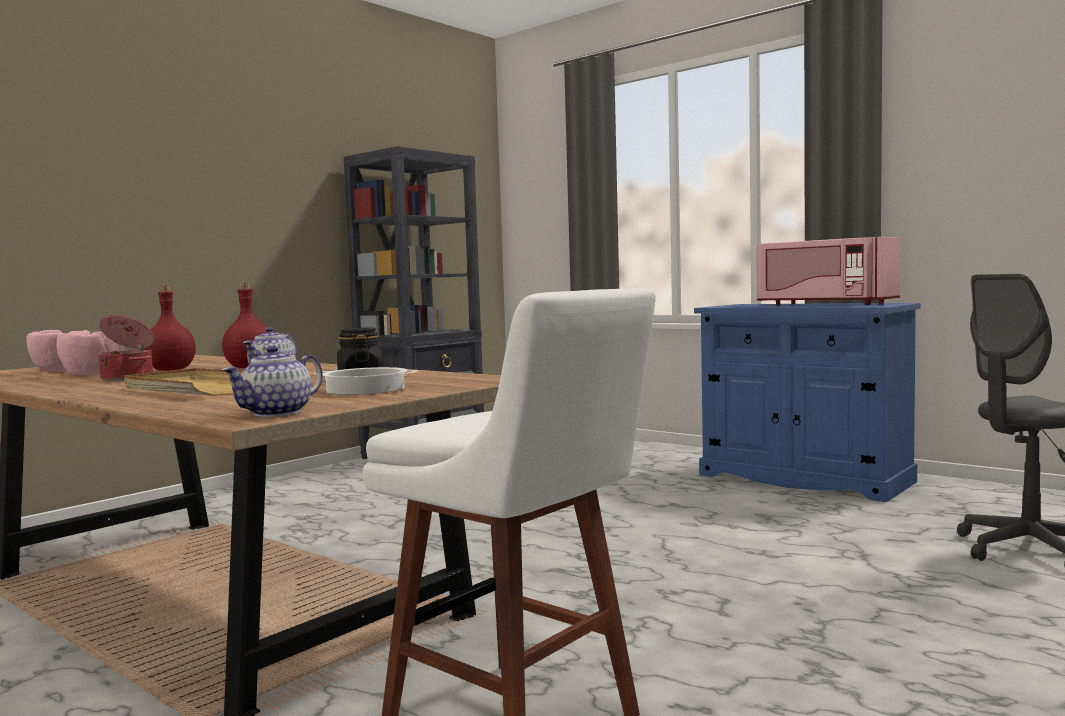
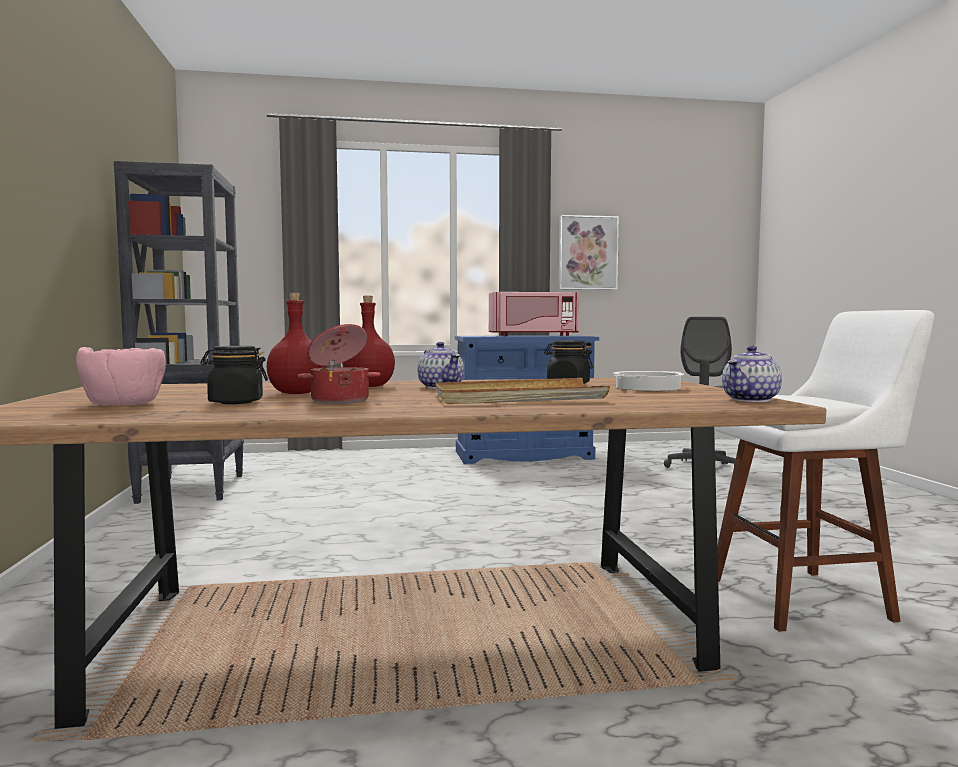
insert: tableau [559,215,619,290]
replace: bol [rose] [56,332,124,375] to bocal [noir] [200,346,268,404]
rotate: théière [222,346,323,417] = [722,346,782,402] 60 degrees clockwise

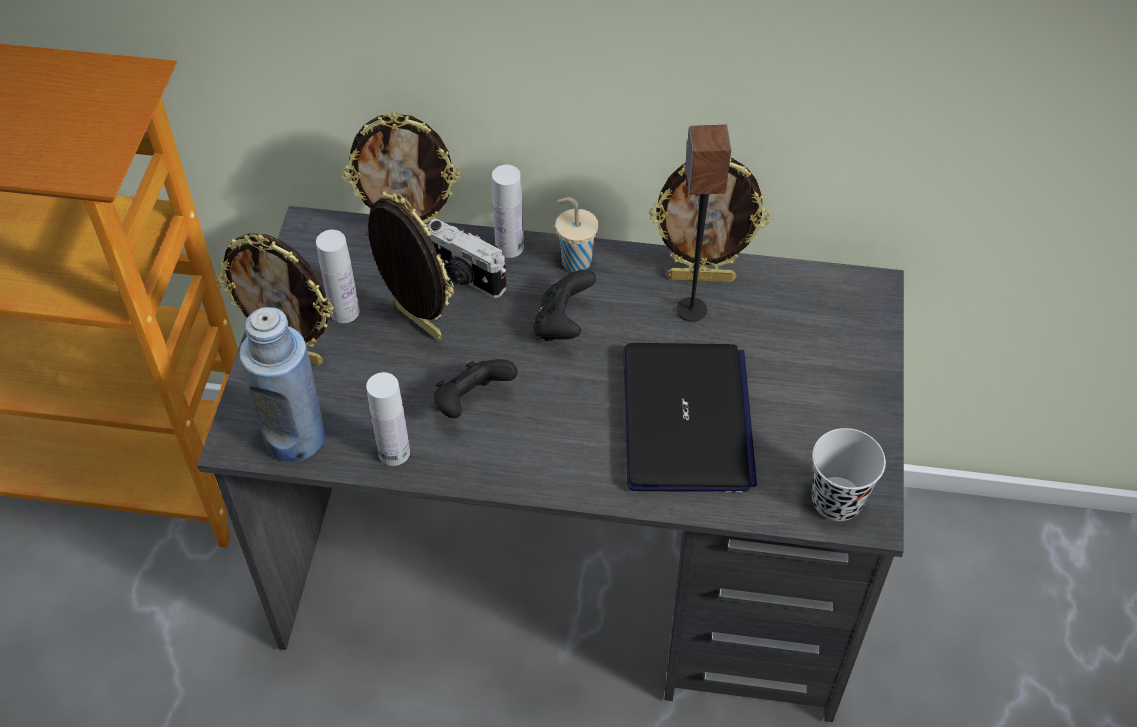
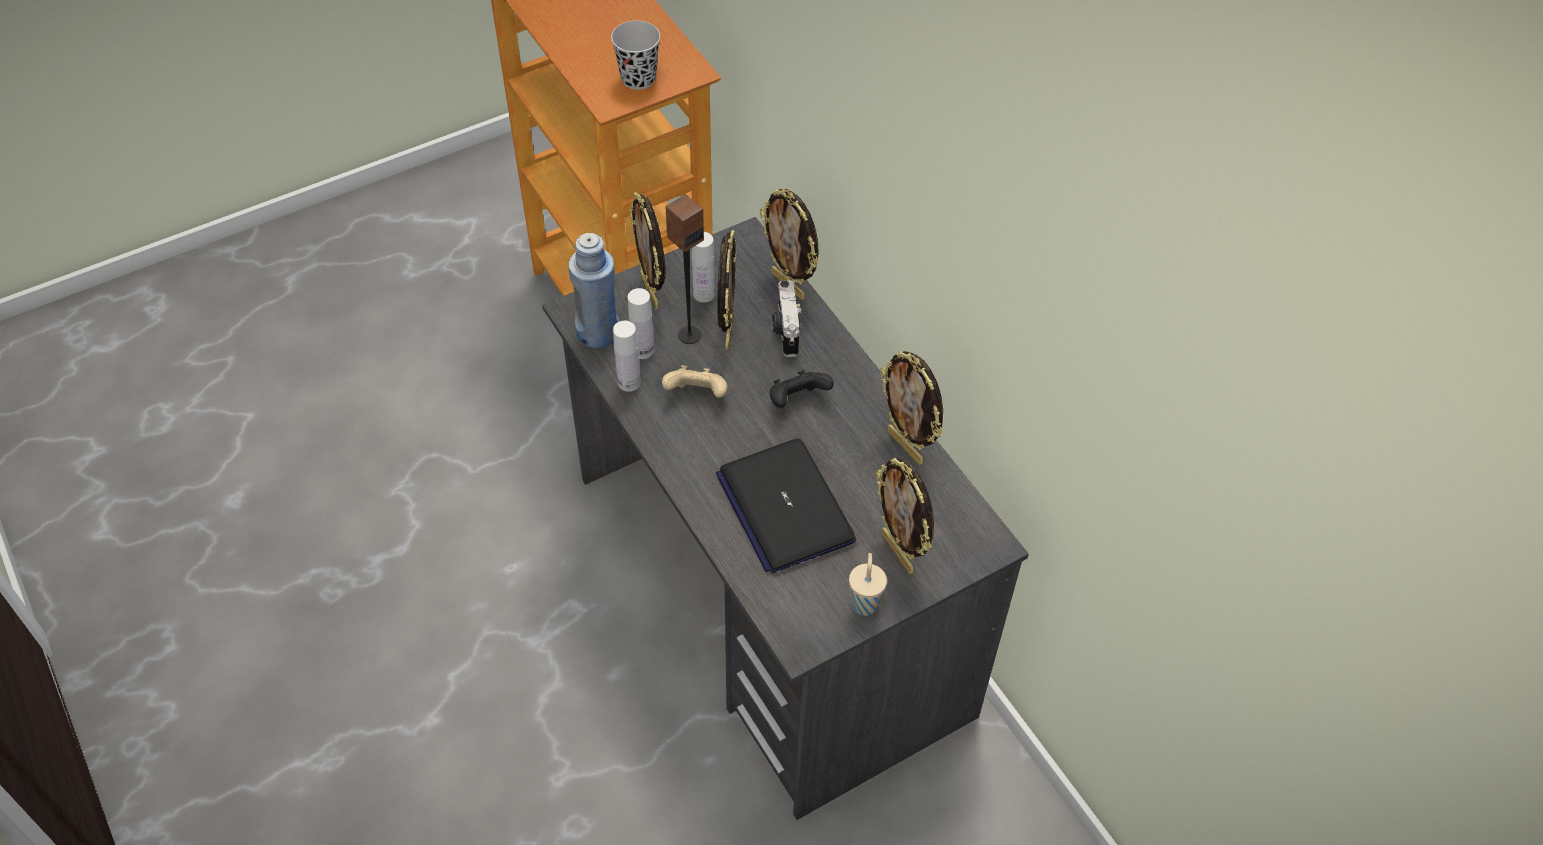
insert: cadre photo [876,457,934,574]
move: tasse [noir] [812,428,886,521] to [611,21,660,90]; bouteille [blanc] [492,165,524,258] to [628,288,654,359]; enceinte [677,125,731,322] to [665,194,704,344]; tasse [beige] [555,197,598,272] to [849,553,887,616]
recolor: manette [noir] [434,359,518,418] to manette [beige] [662,365,727,398]
rotate: ordinateur portable [623,343,757,492] = [716,438,856,573] 105 degrees clockwise

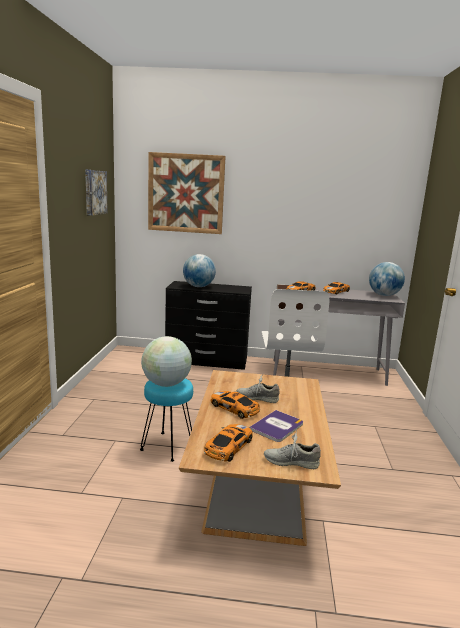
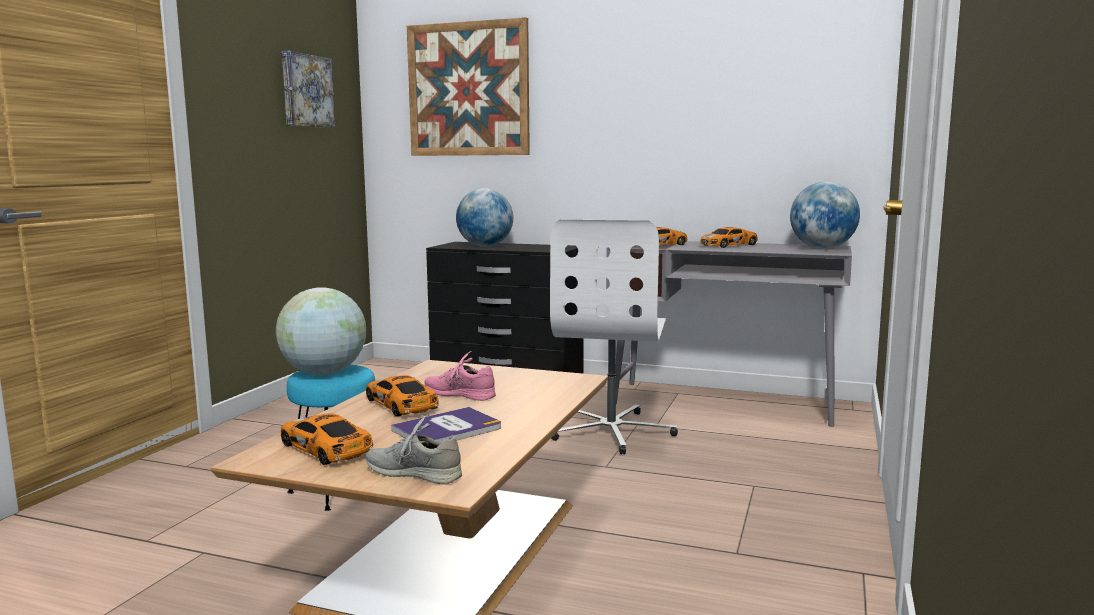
recolor: chaussure [gris] [236,374,279,403] to chaussure [rose] [425,351,496,401]
rotate: petite voiture [204,424,253,462] = [281,413,373,465] 90 degrees counterclockwise

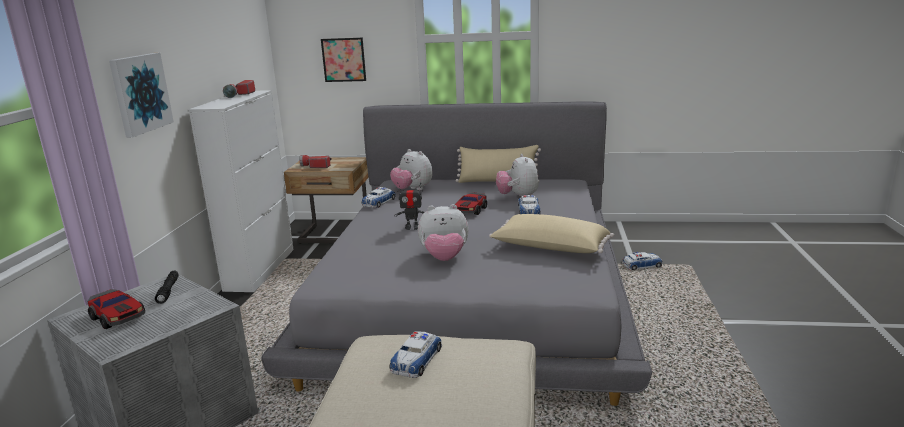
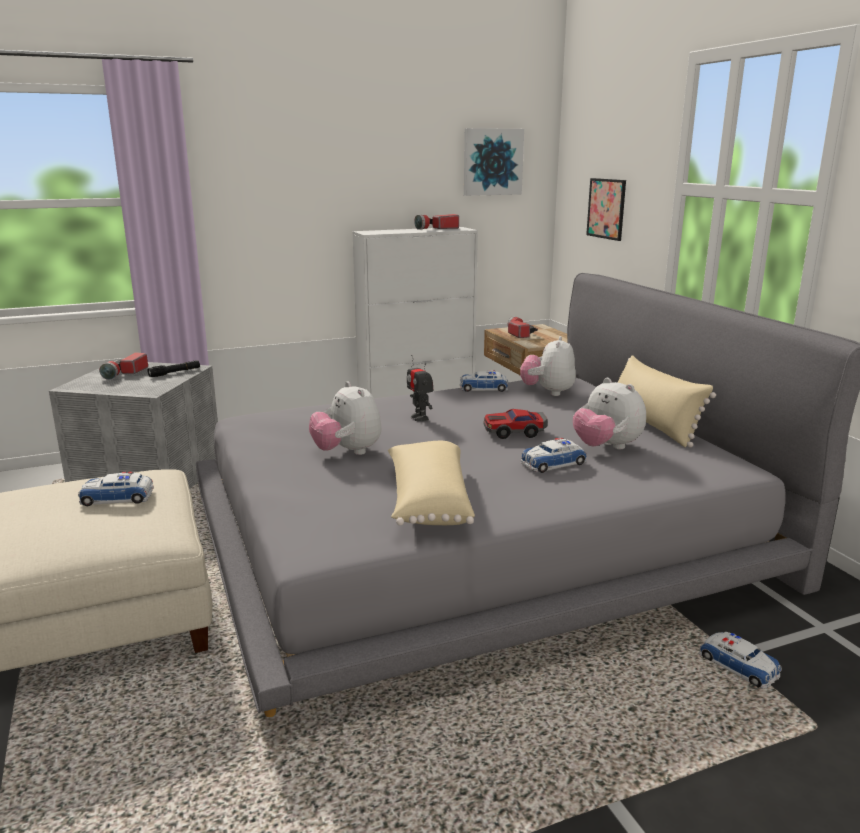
move: tableau [109,53,174,138] to [464,128,524,196]
replace: petite voiture [87,289,145,329] to lampe de poche [99,352,148,380]
rotate: peluche [496,154,539,196] = [573,378,646,449] 90 degrees counterclockwise

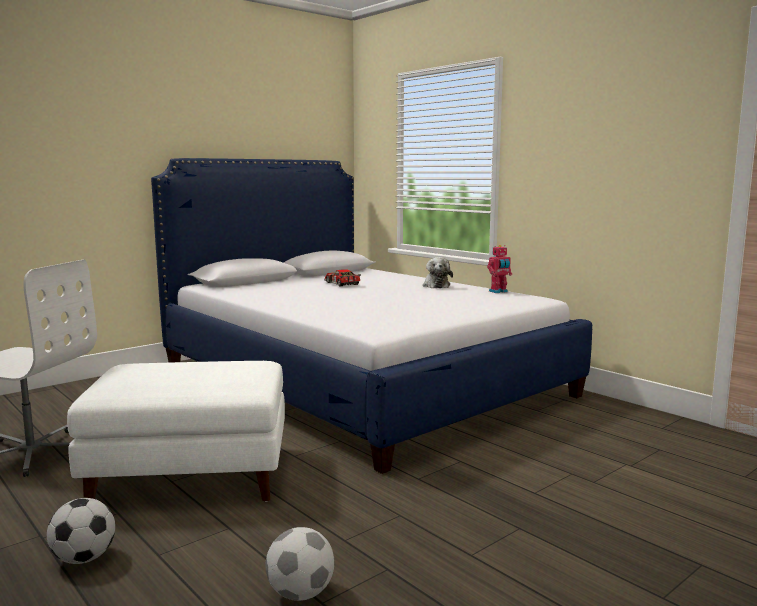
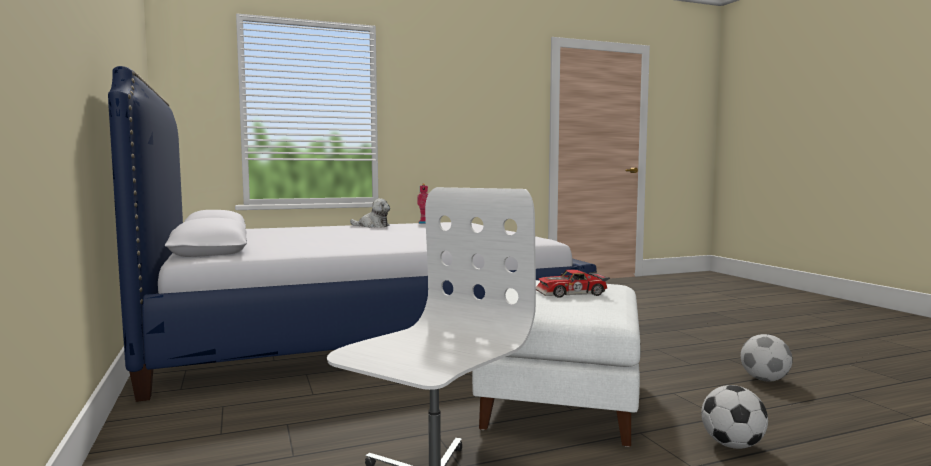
move: petite voiture [324,269,361,286] to [536,270,610,298]

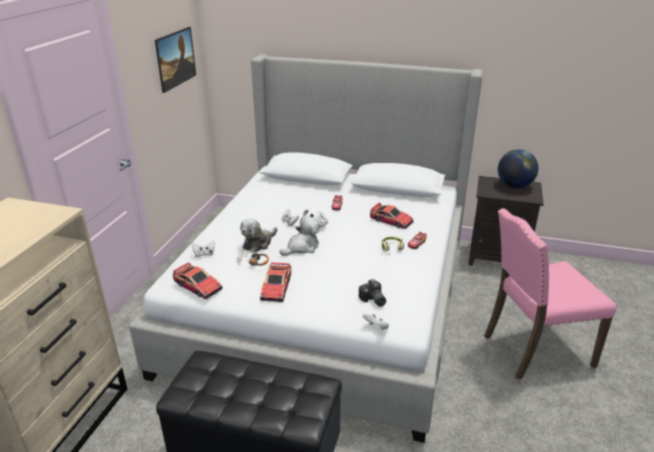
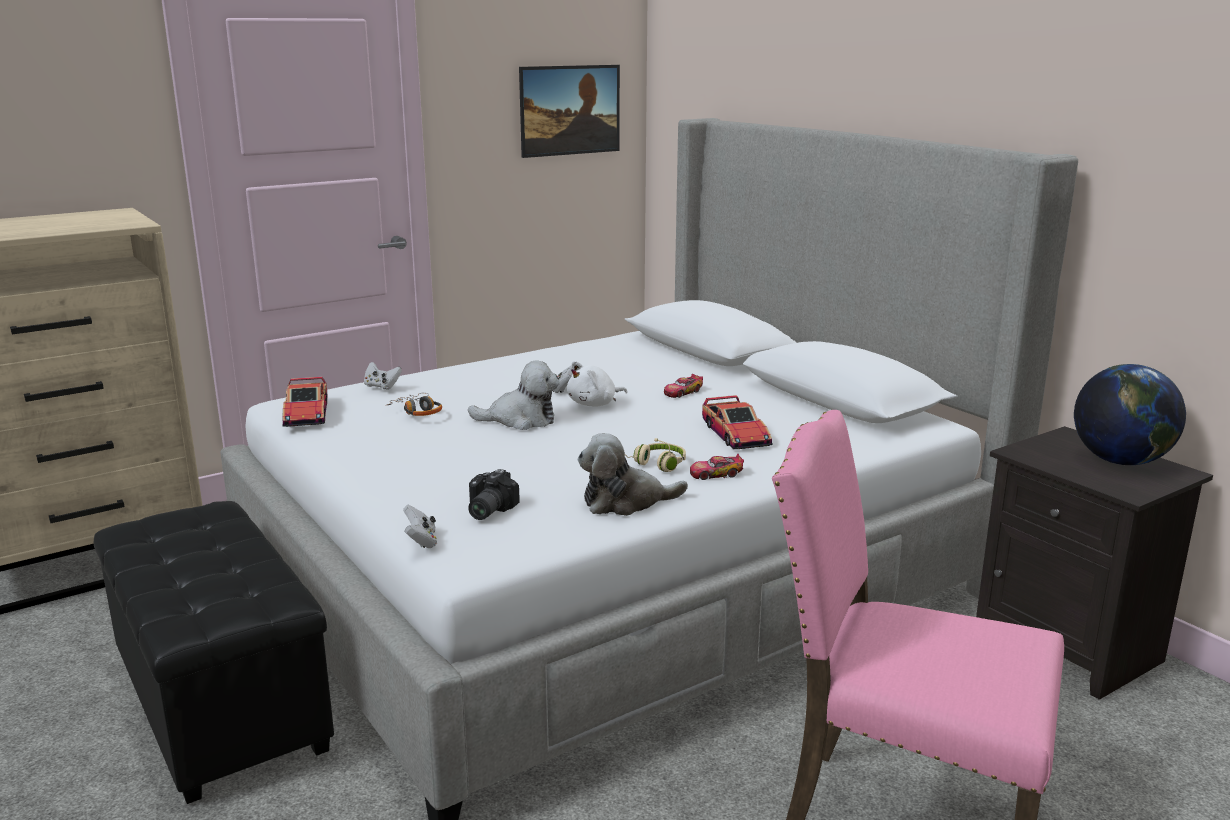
delete: petite voiture [260,262,291,302]
move: peluche [240,219,277,252] to [577,433,688,516]

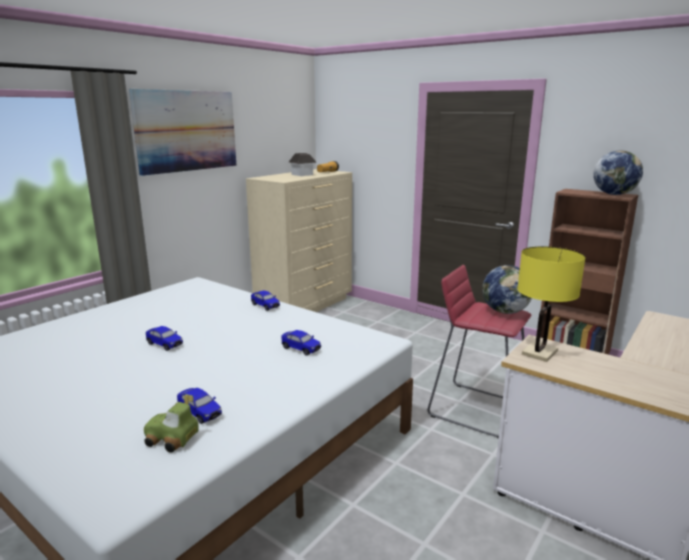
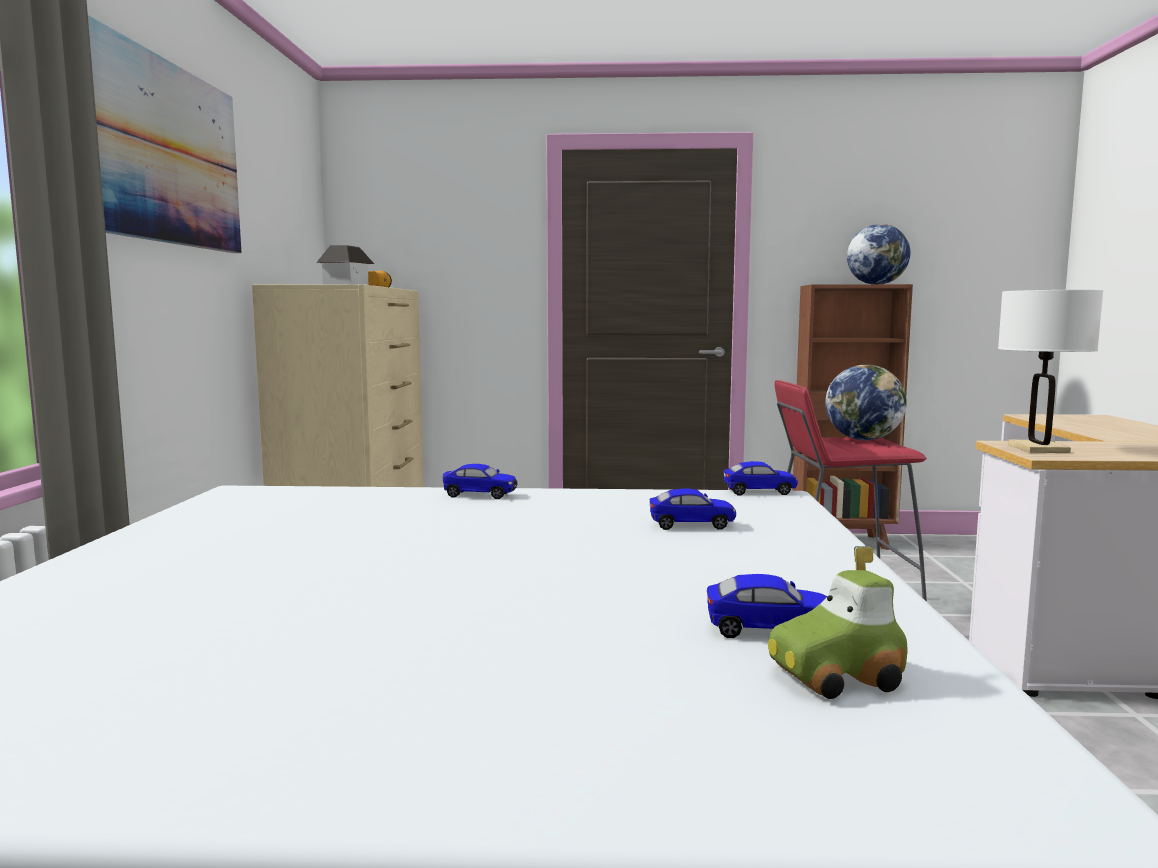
move: petite voiture [146,326,183,351] to [724,461,798,495]
recolor: lampe de table [jaune] [517,246,586,362] to lampe de table [blanc] [998,290,1103,453]

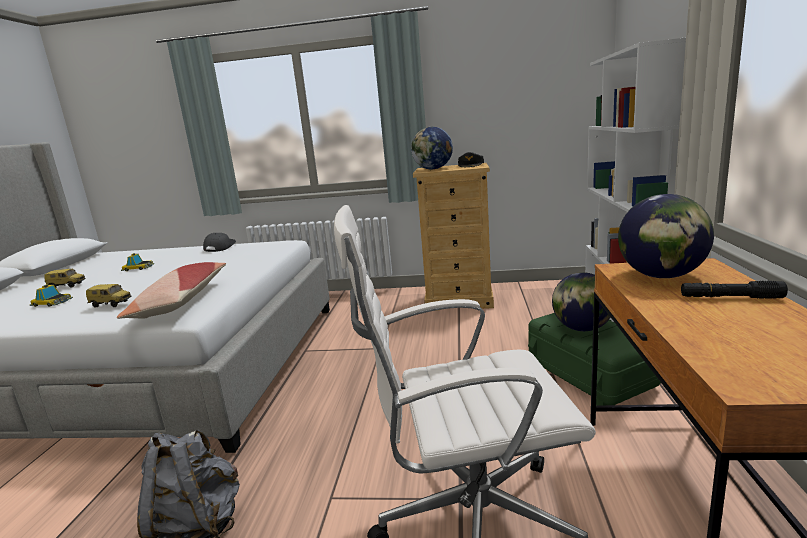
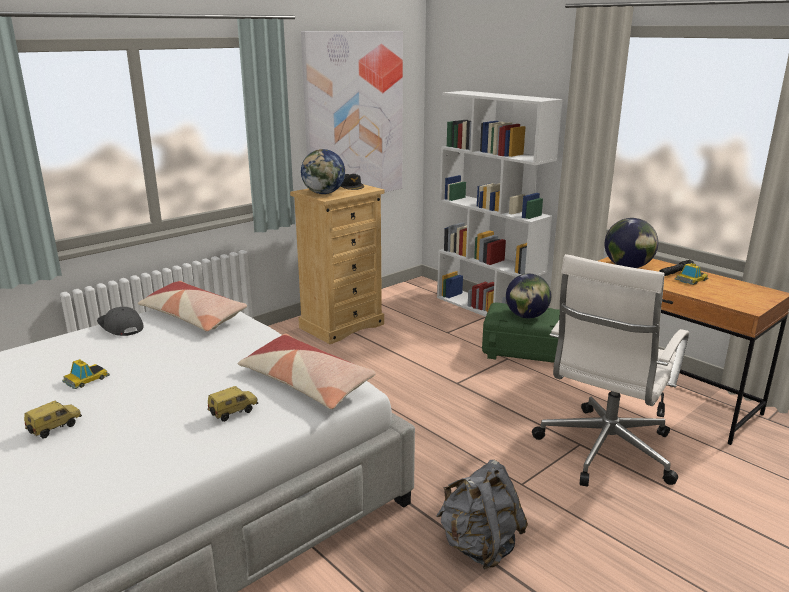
insert: coussin [138,281,247,332]; tableau [301,31,403,192]
move: petite voiture [30,284,73,307] to [674,263,709,285]

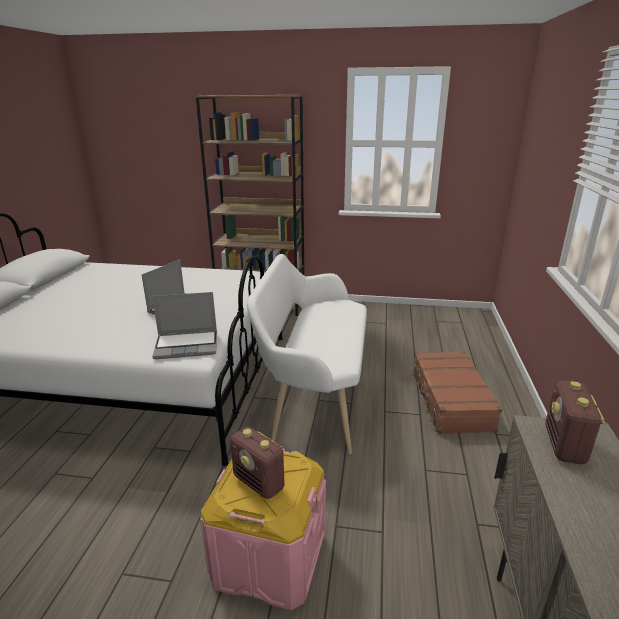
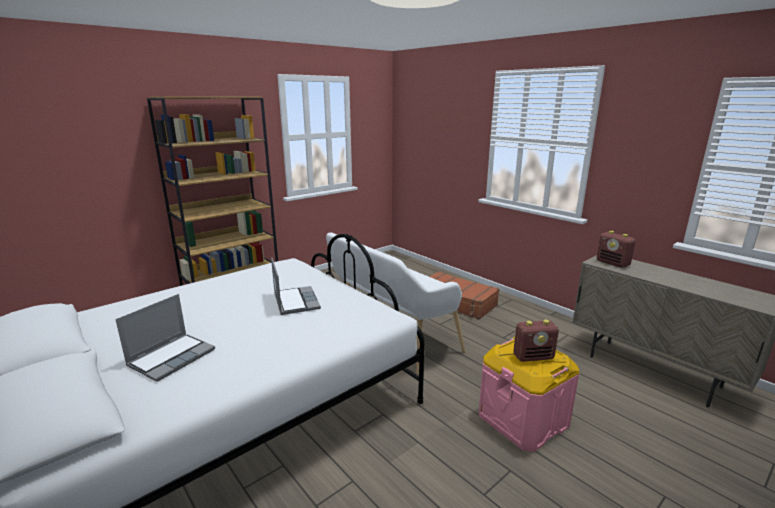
move: ordinateur portable [152,292,217,359] to [115,294,215,382]

